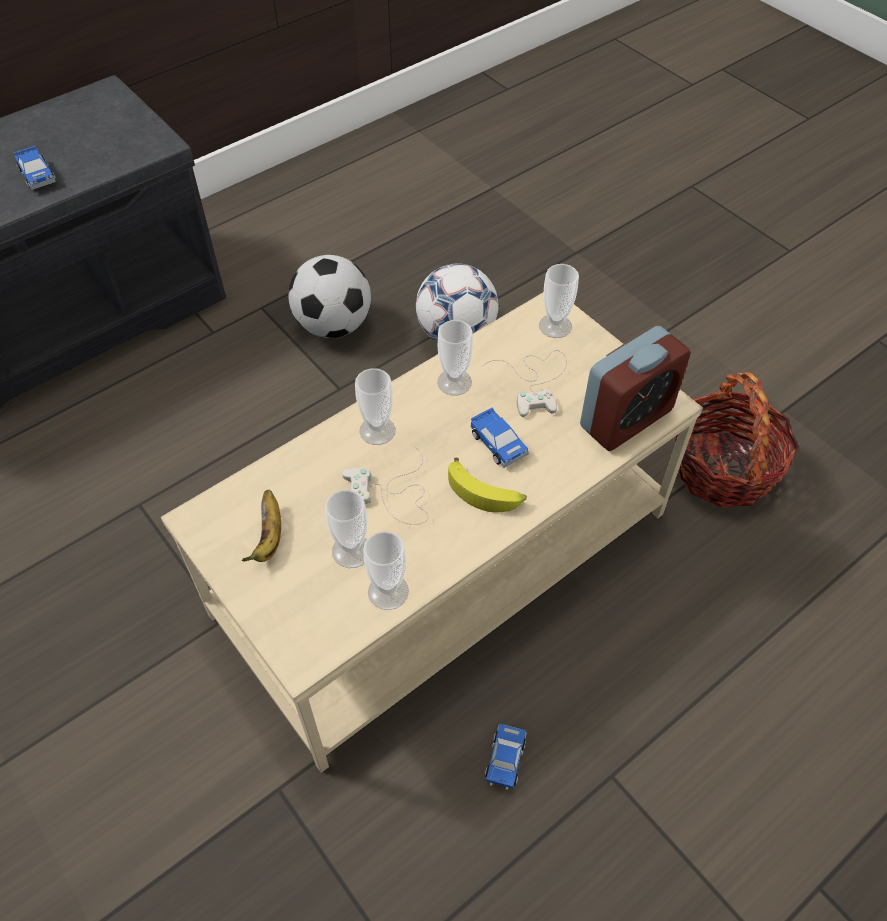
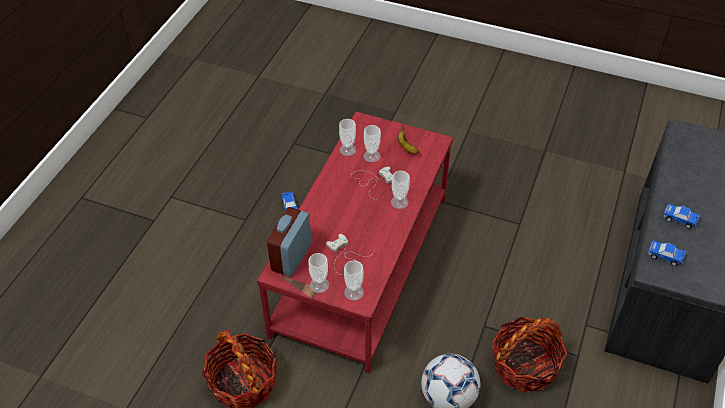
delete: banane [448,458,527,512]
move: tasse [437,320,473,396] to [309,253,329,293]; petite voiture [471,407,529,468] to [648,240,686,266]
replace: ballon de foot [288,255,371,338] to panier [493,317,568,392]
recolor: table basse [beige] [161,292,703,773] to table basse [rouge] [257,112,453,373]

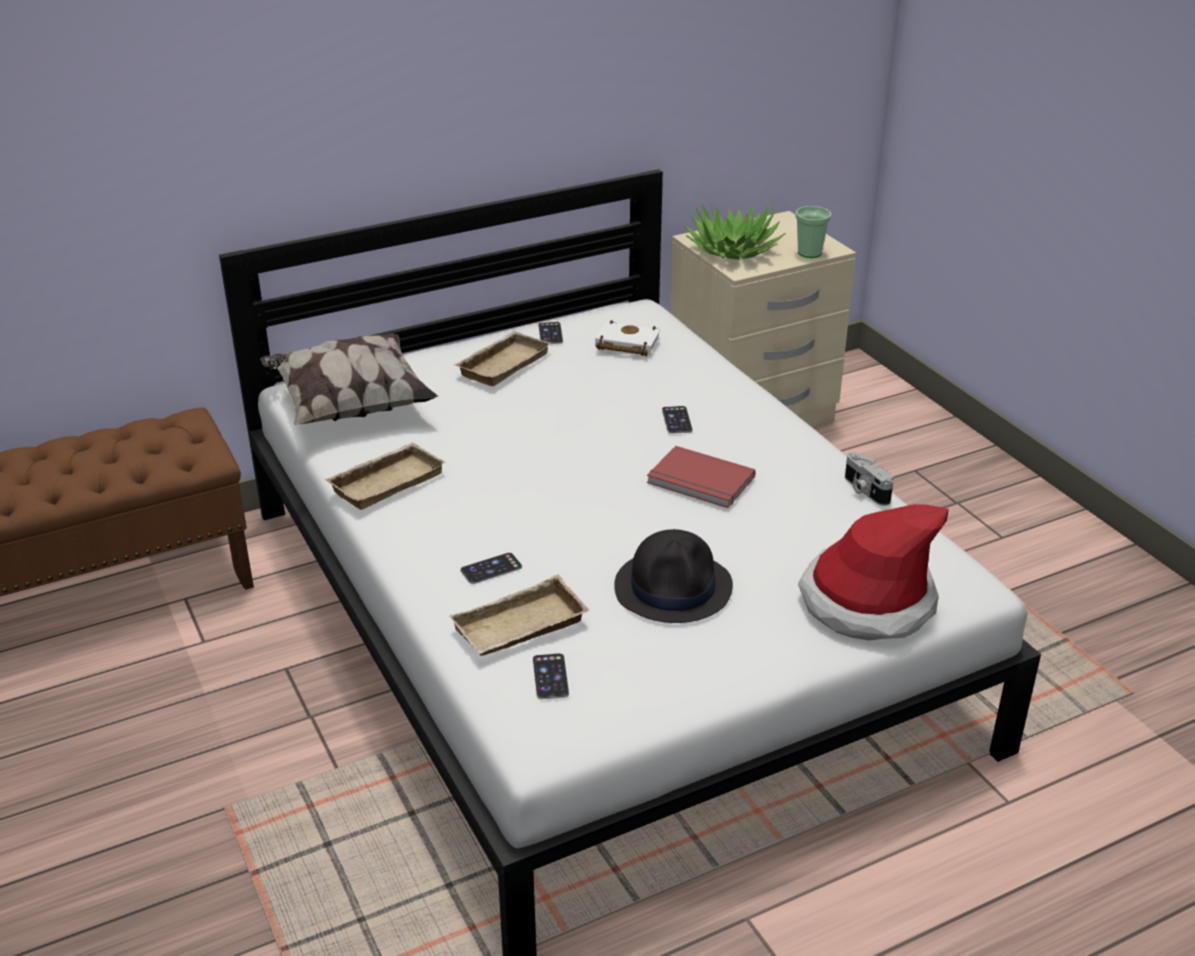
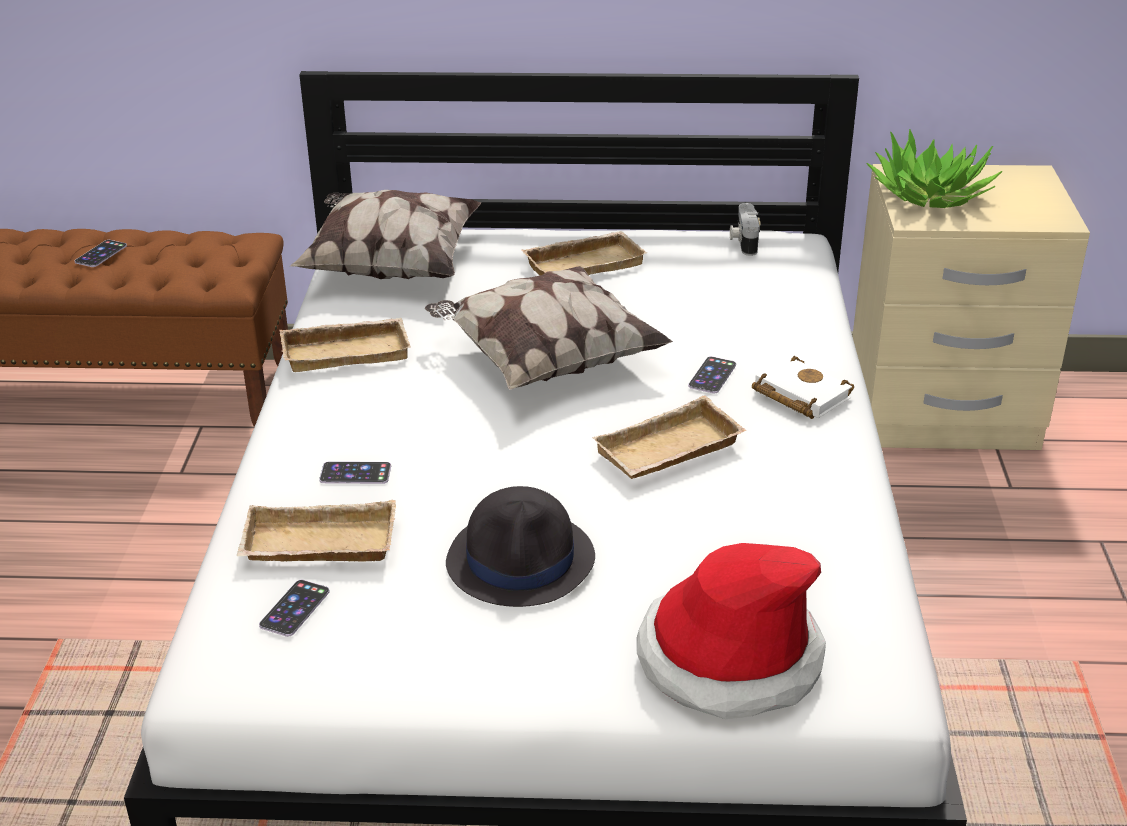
delete: tasse [795,206,831,258]
insert: coussin [425,266,673,390]
move: téléphone [538,322,563,344] to [75,240,127,267]; appareil photo [845,452,894,506] to [730,203,761,256]; livre [blanc] [595,320,660,356] to [752,356,854,419]
replace: livre [rouge] [647,446,756,508] to plateau [beige] [592,395,746,479]

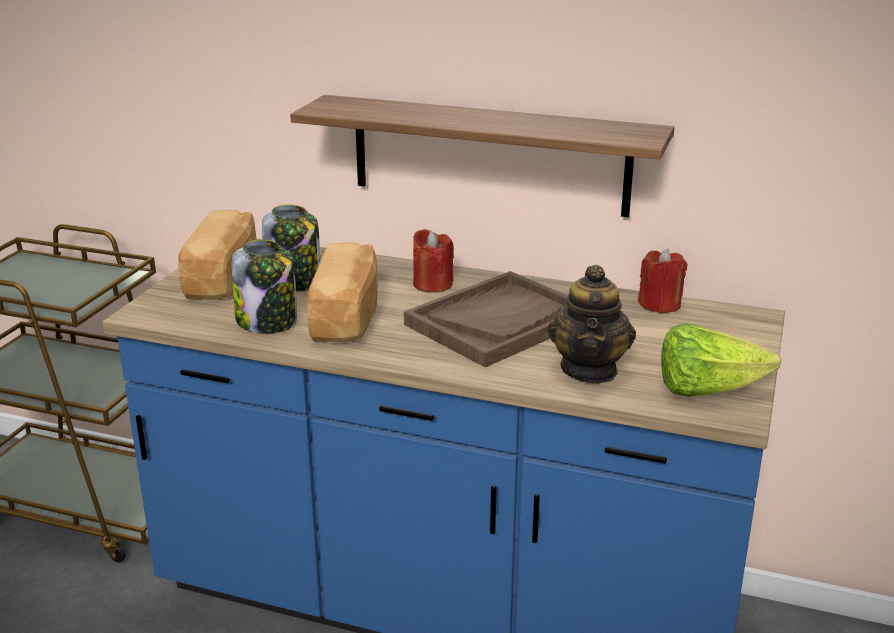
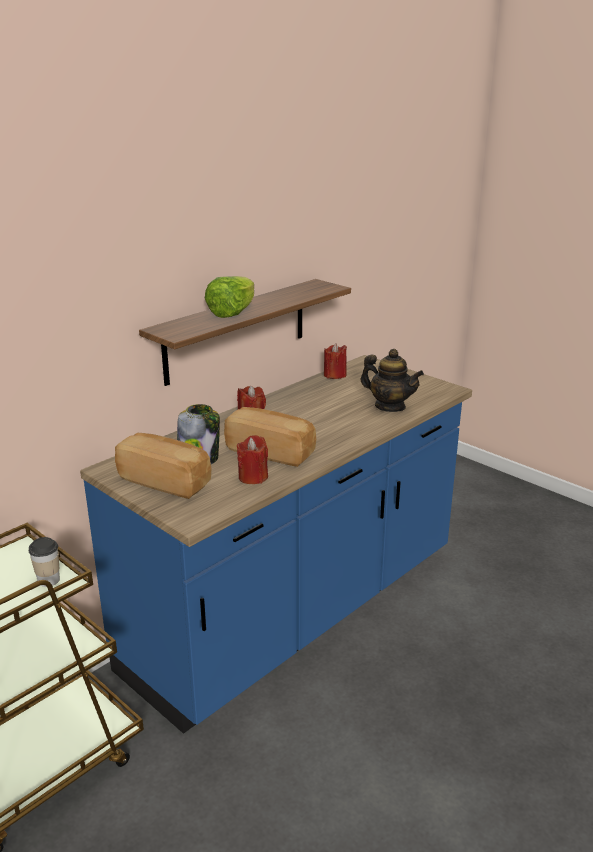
delete: plateau [marron] [404,271,568,367]
insert: tasse [29,537,60,587]
move: laitue [661,323,781,397] to [205,276,254,318]
replace: bocal [232,240,297,334] to bougie [rouge] [237,435,268,484]

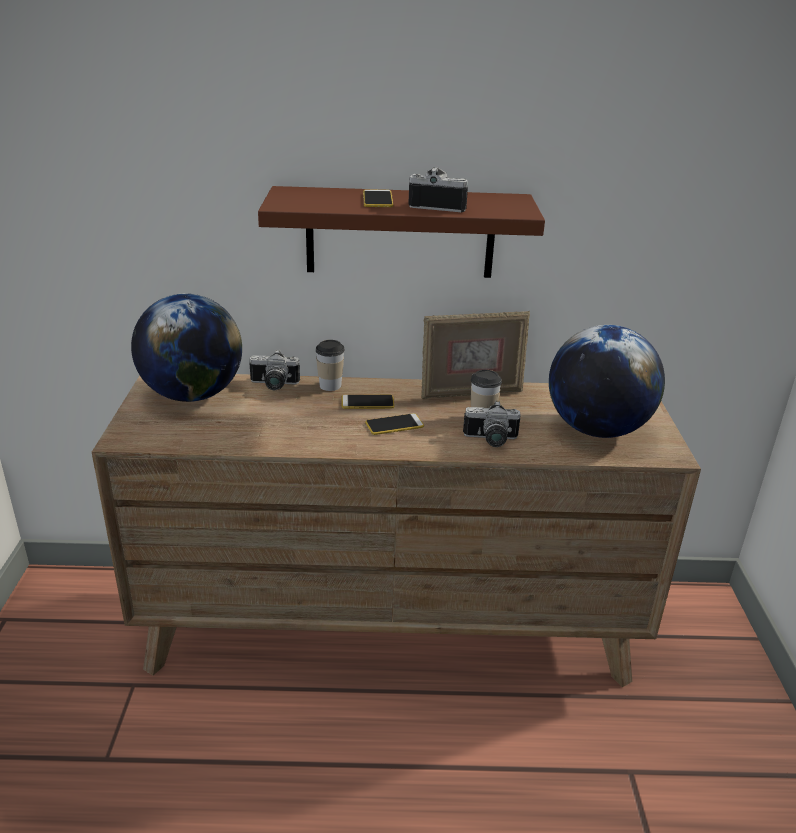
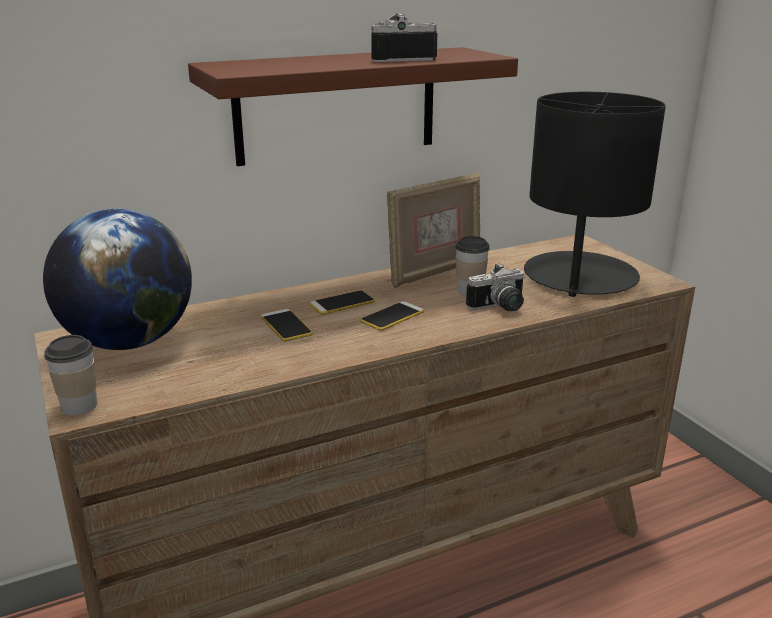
delete: appareil photo [249,349,300,390]
move: tasse [315,340,345,391] to [44,335,97,416]; téléphone [363,189,393,207] to [260,309,313,341]
replace: globe [549,325,665,438] to lampe de table [noir] [524,92,666,297]

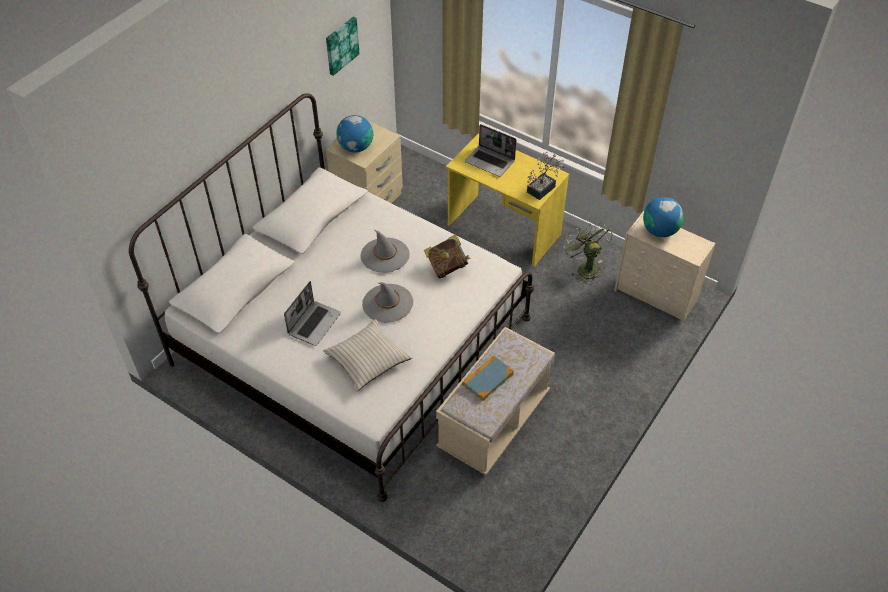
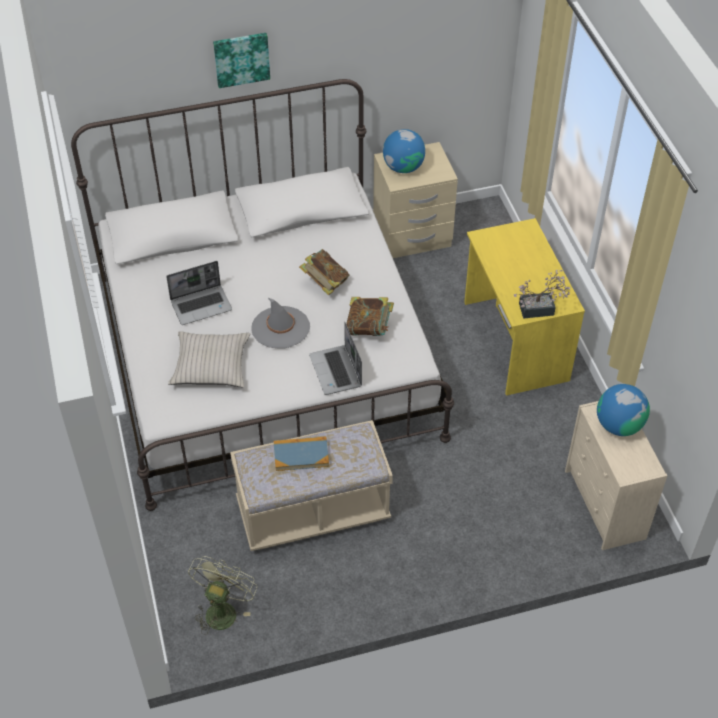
move: ventilateur [vert] [564,222,613,285] to [188,556,257,635]; tableau [326,17,360,76] to [213,33,270,88]; ordinateur portable [465,124,516,177] to [309,322,362,395]
replace: chapeau [gris] [361,230,410,272] to livre [299,249,350,295]

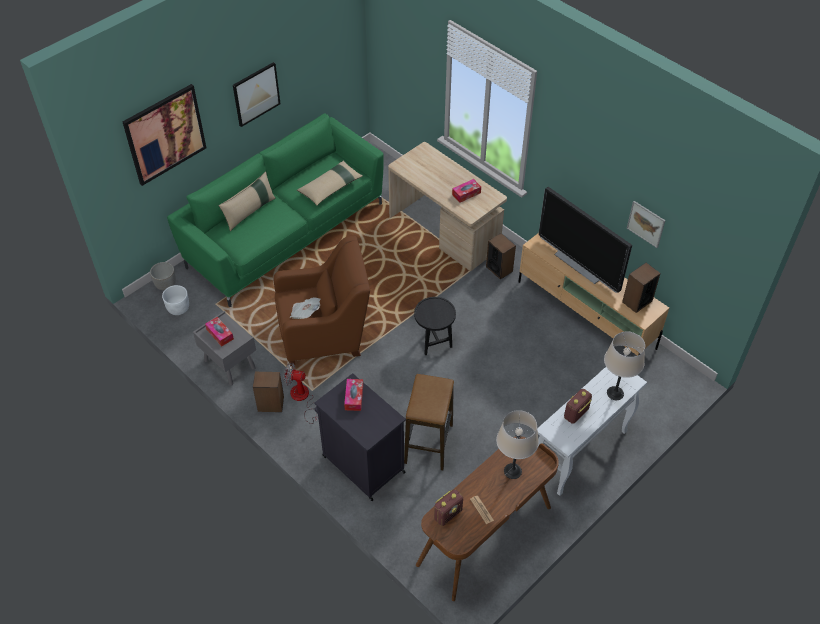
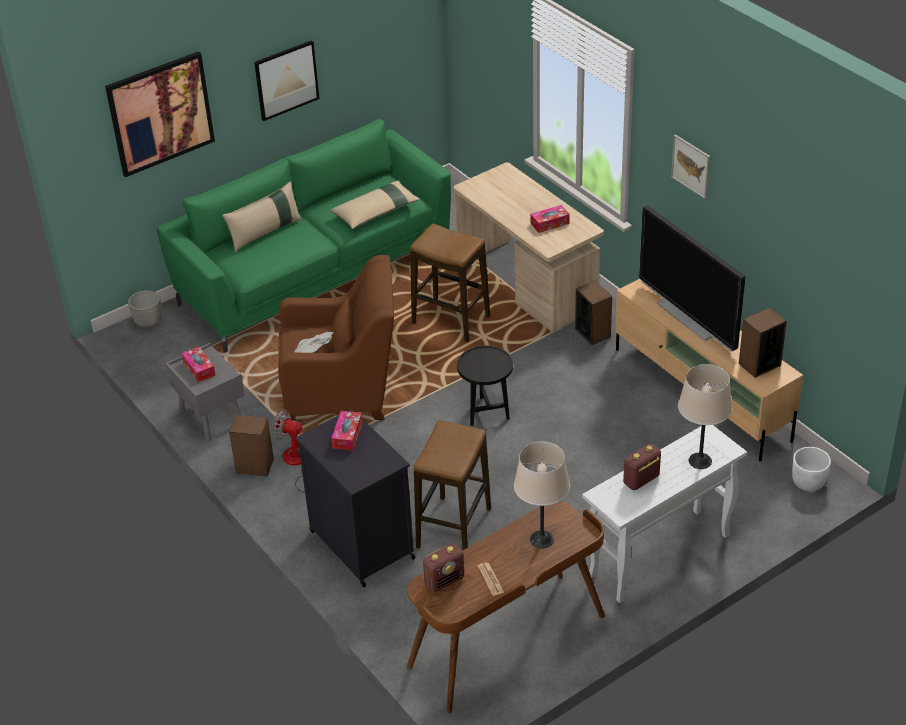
insert: tabouret [410,223,490,342]
move: tableau [627,201,666,248] to [671,134,710,199]; cache-pot [blanc] [162,285,189,315] to [792,447,831,491]

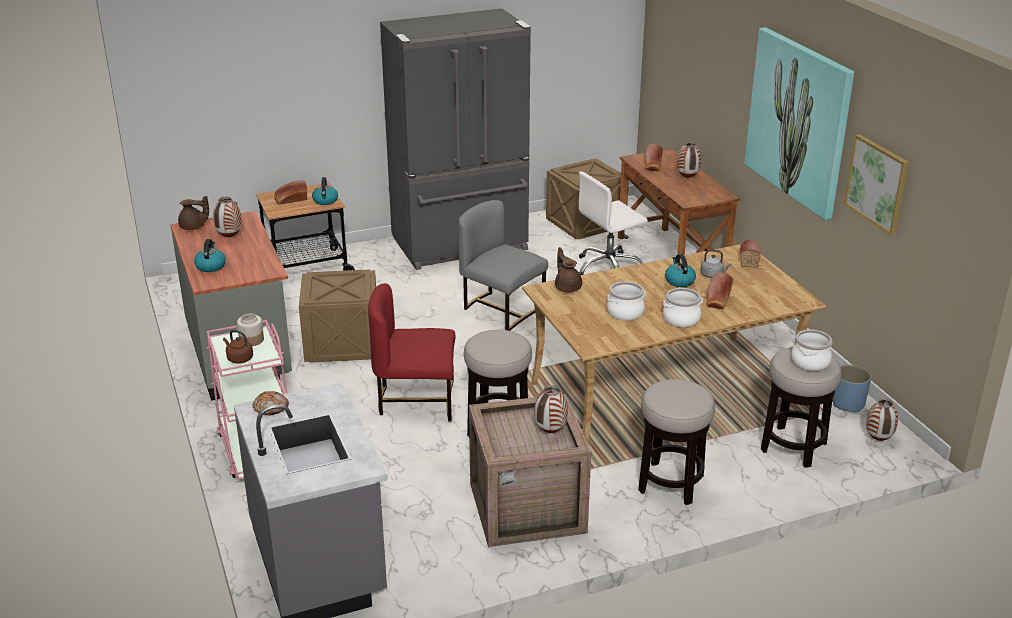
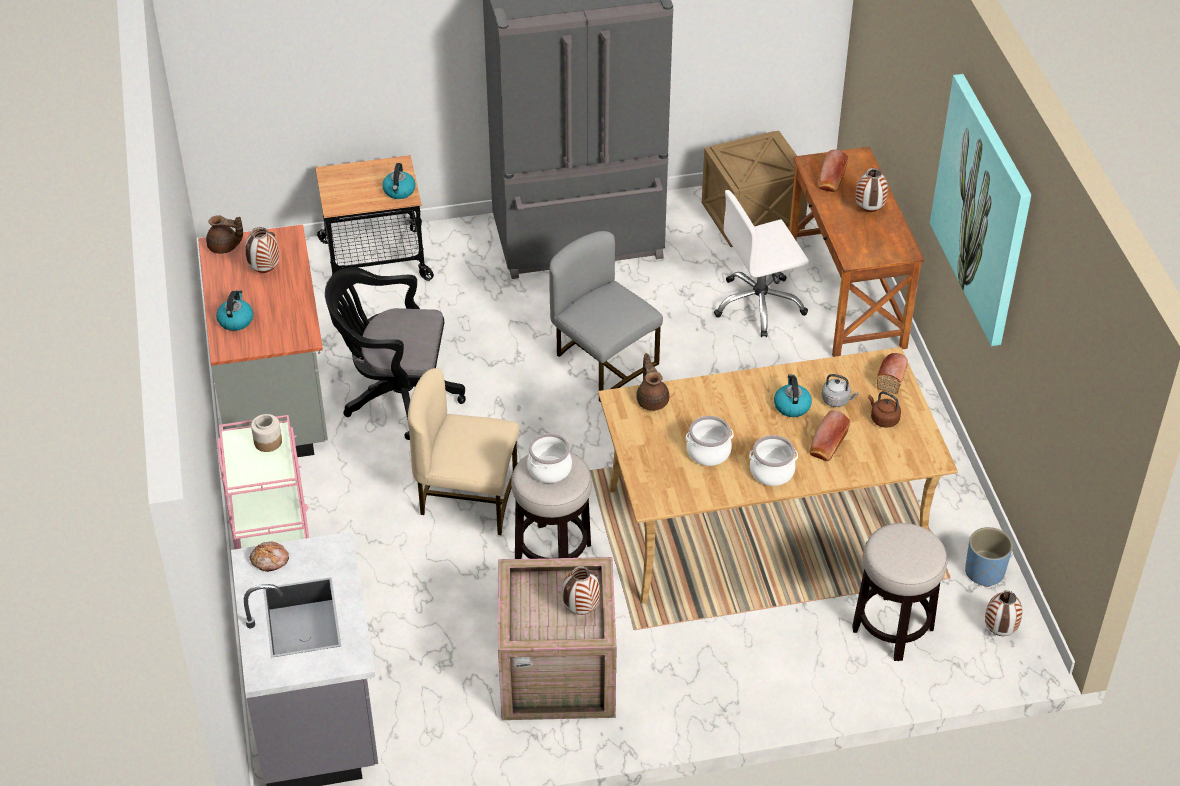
delete: pain [274,180,307,204]; tabouret [638,379,715,505]; tableau [844,134,909,235]
move: marmite [791,330,833,371] to [527,433,572,483]; bouilloire [marron] [223,330,253,364] to [868,391,901,428]
replace: caisse [299,269,376,363] to chaise de bureau [noir] [325,267,466,440]
recolor: chaise [rouge] [368,283,455,421] to chaise [beige] [408,368,519,535]

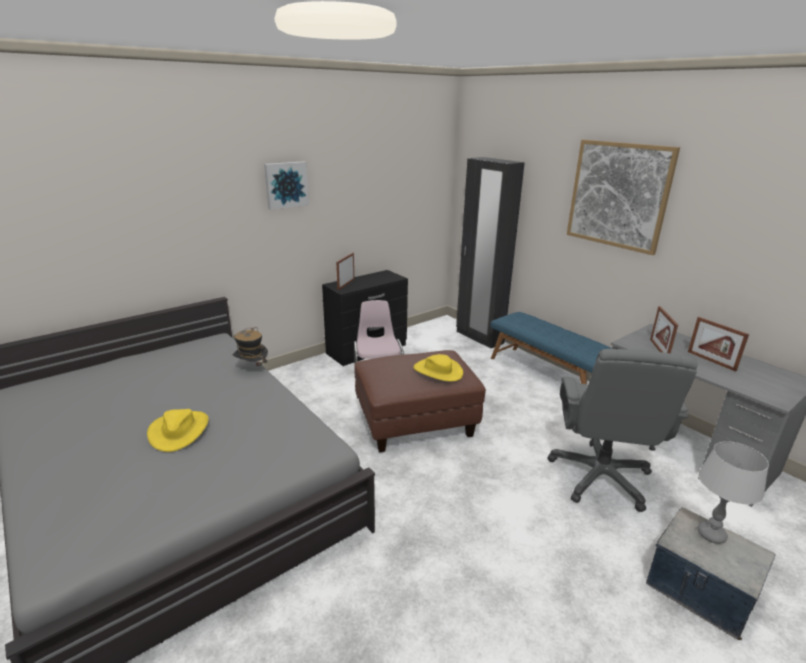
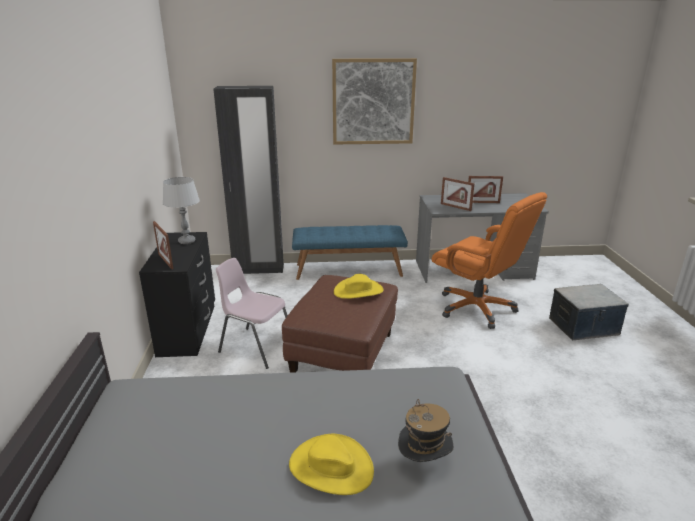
delete: tableau [264,161,309,210]
move: lampe de table [gris] [697,441,769,544] to [163,177,200,244]; chapeau [233,327,269,366] to [398,399,453,462]
recolor: chaise de bureau [gris] [548,349,697,512] to chaise de bureau [orange] [432,192,547,329]

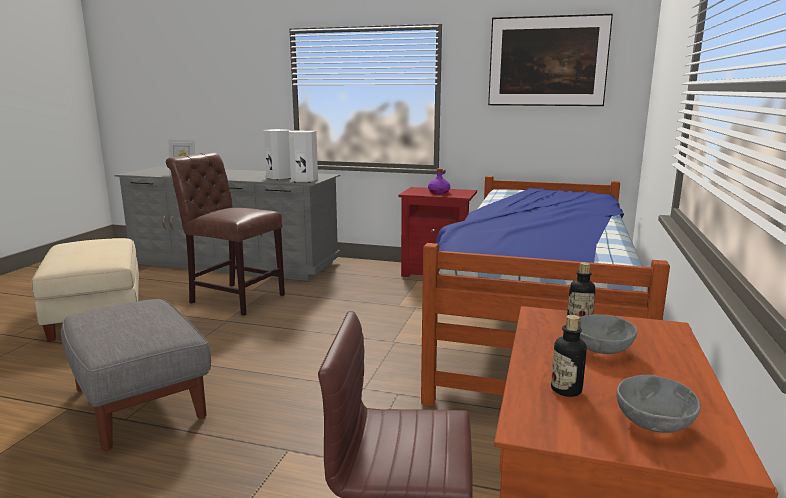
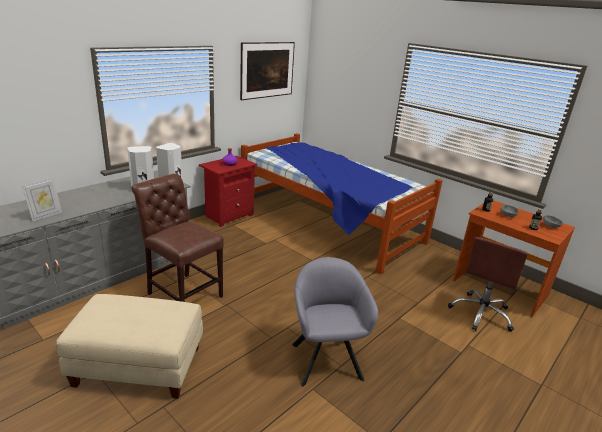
replace: pouf [gris] [61,299,211,451] to fauteuil [gris] [292,257,378,386]
rotate: chaise [marron] [166,152,285,316] = [131,174,224,302] 75 degrees clockwise

